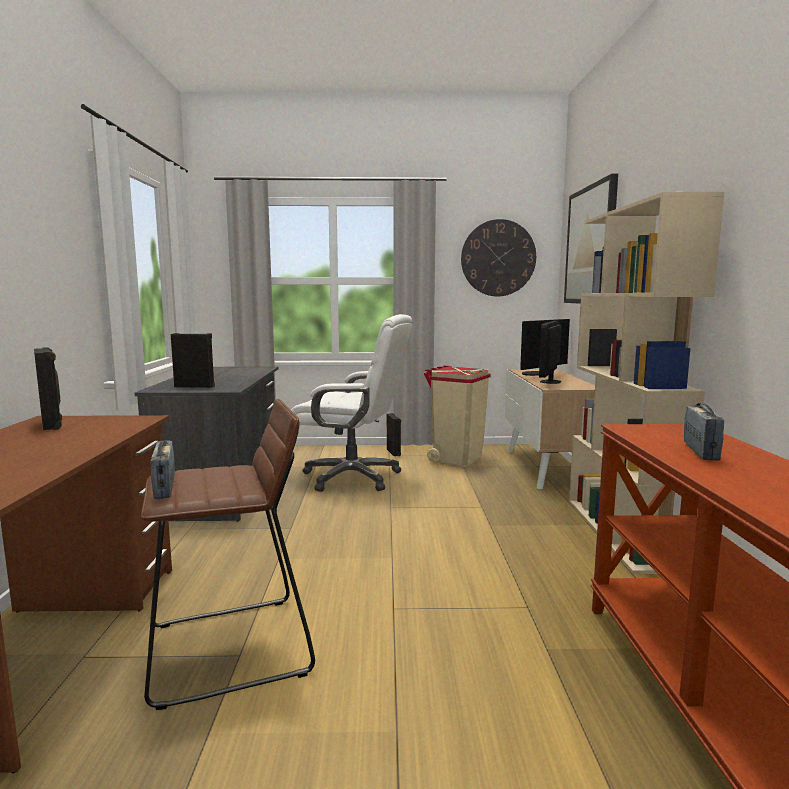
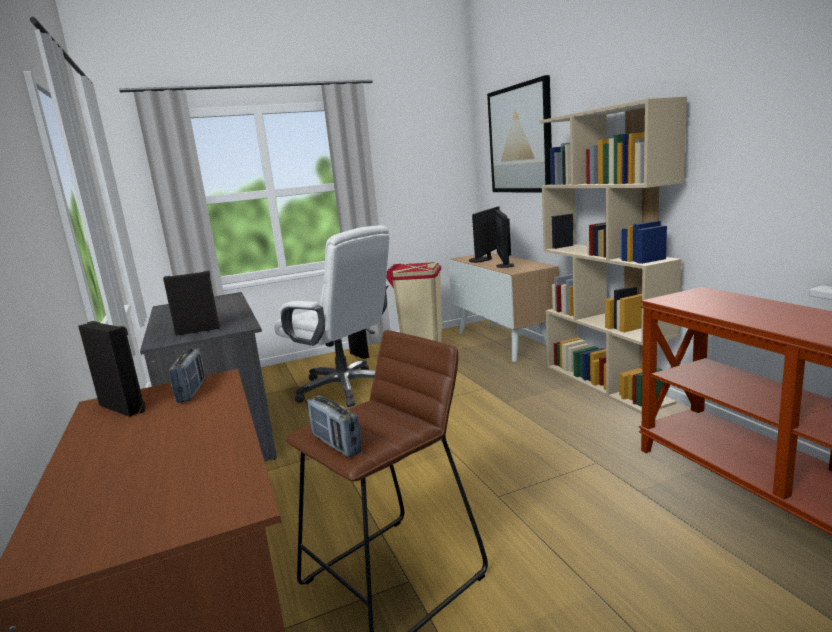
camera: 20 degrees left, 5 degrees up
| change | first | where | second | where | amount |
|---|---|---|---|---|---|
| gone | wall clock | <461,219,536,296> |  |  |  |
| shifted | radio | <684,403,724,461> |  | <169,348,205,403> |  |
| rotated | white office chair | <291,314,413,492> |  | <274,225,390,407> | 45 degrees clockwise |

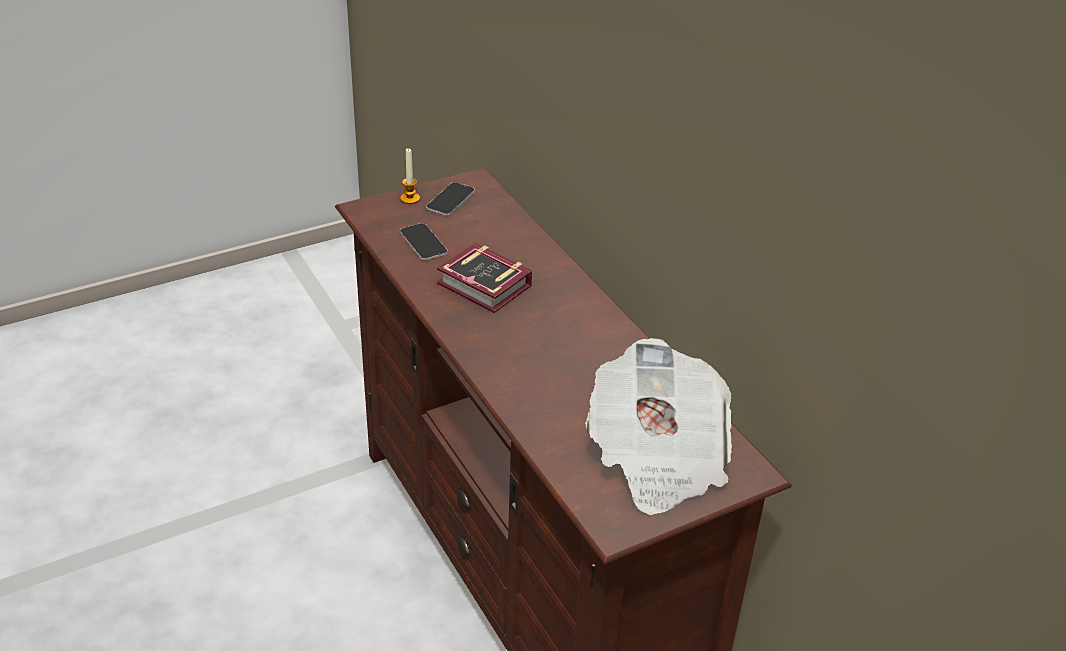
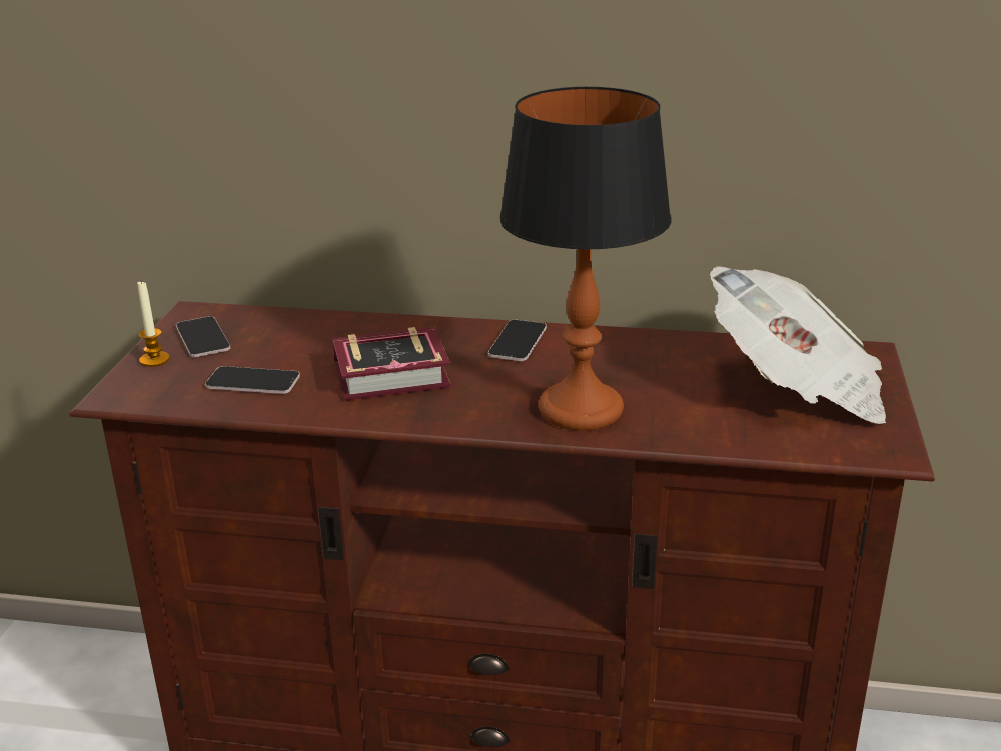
camera: 50 degrees left, 10 degrees down
| change | first | where | second | where | amount |
|---|---|---|---|---|---|
| new |  |  | phone | <488,320,547,361> |  |
| new |  |  | table lamp | <500,87,671,431> |  |

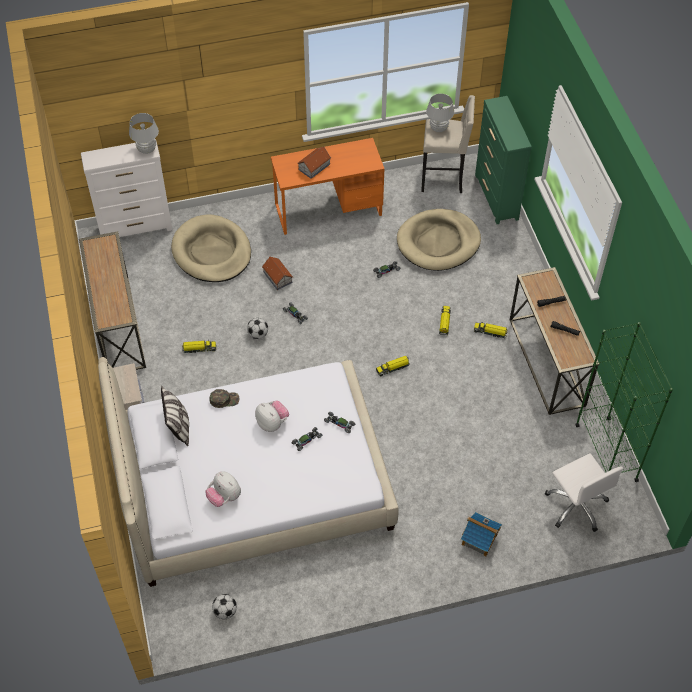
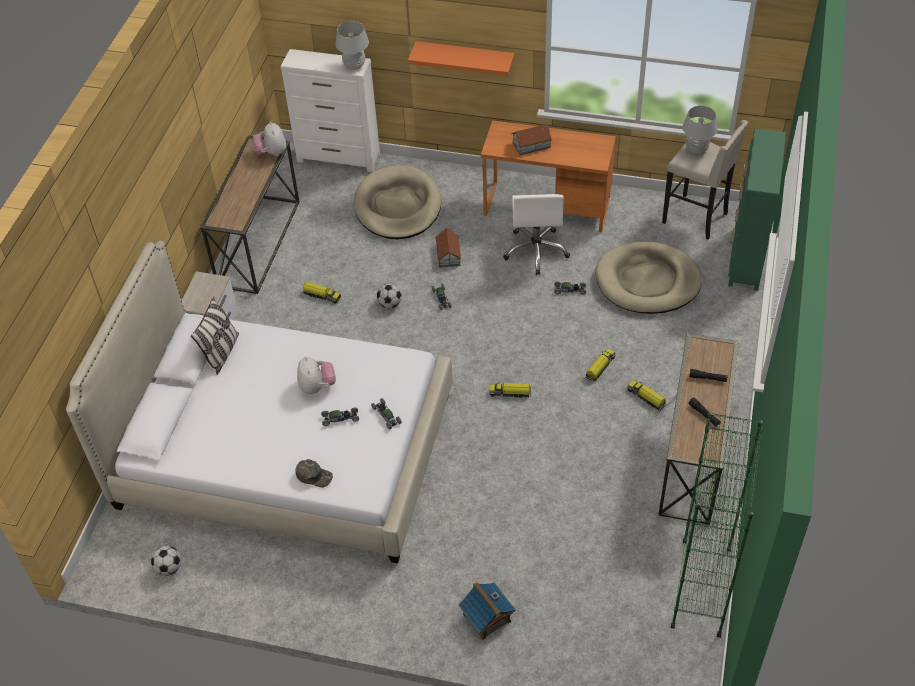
camera: 30 degrees right, 5 degrees down
| change | first | where | second | where | amount |
|---|---|---|---|---|---|
| new |  |  | orange shelf | <408,41,514,76> |  |
| shifted | plush toy | <205,471,241,507> |  | <252,122,286,156> |  |
| shifted | green cap | <209,389,239,408> |  | <296,459,333,488> |  |
| shifted | white office chair | <545,453,623,532> |  | <503,194,570,275> |  |

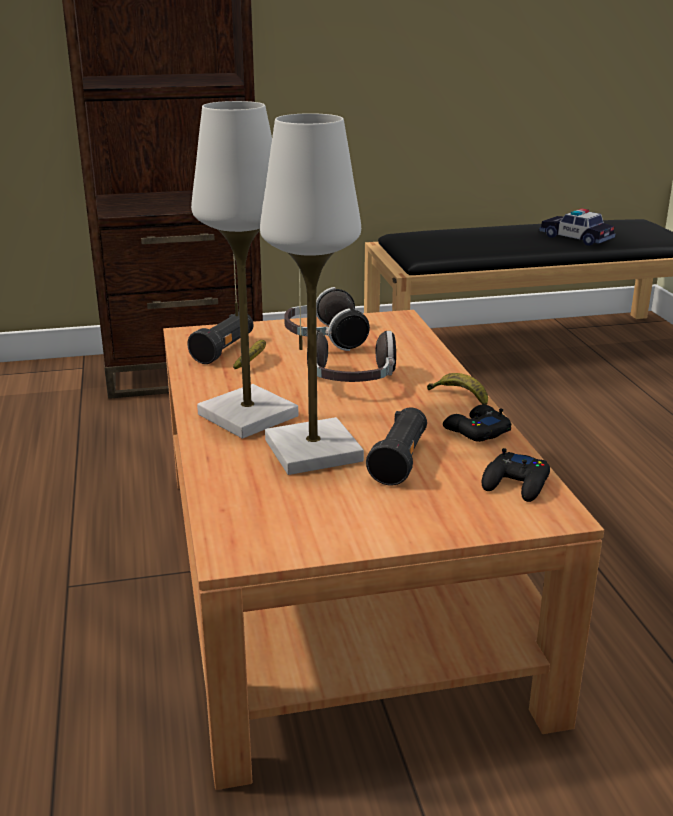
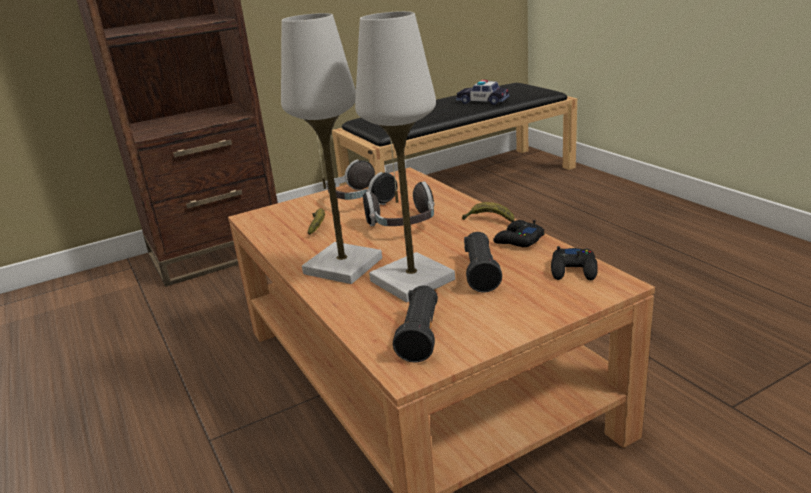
camera: 15 degrees left, 0 degrees up
| change | first | where | second | where | amount |
|---|---|---|---|---|---|
| shifted | black flashlight | <187,312,254,364> |  | <393,286,438,363> |  |

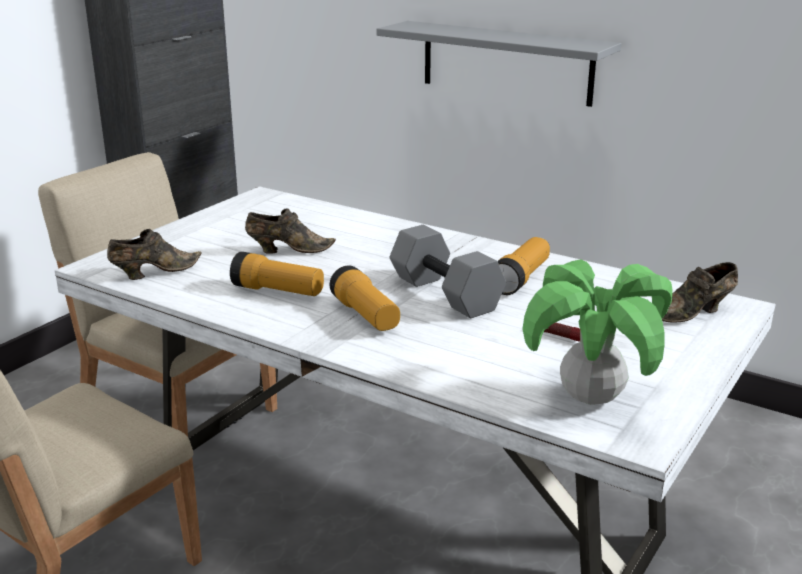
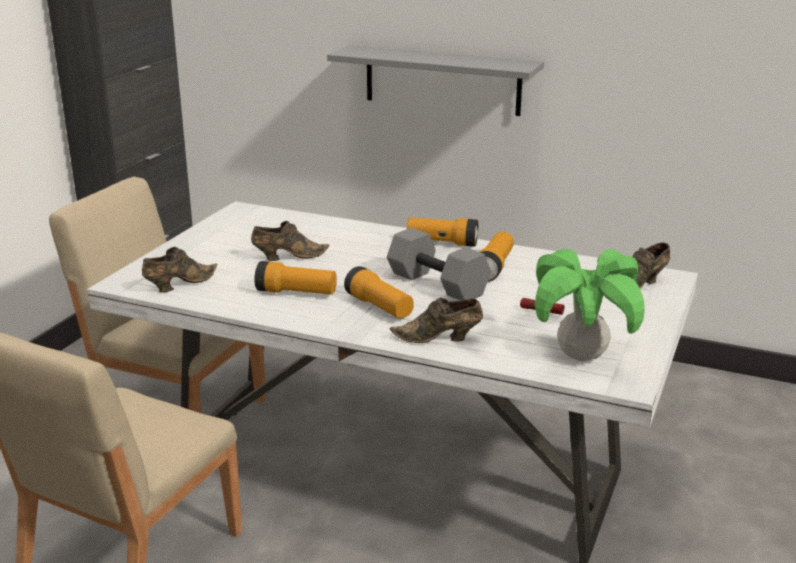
camera: 10 degrees left, 0 degrees up
| change | first | where | second | where | amount |
|---|---|---|---|---|---|
| new |  |  | brown shoe | <390,297,483,343> |  |
| new |  |  | flashlight | <407,218,478,247> |  |

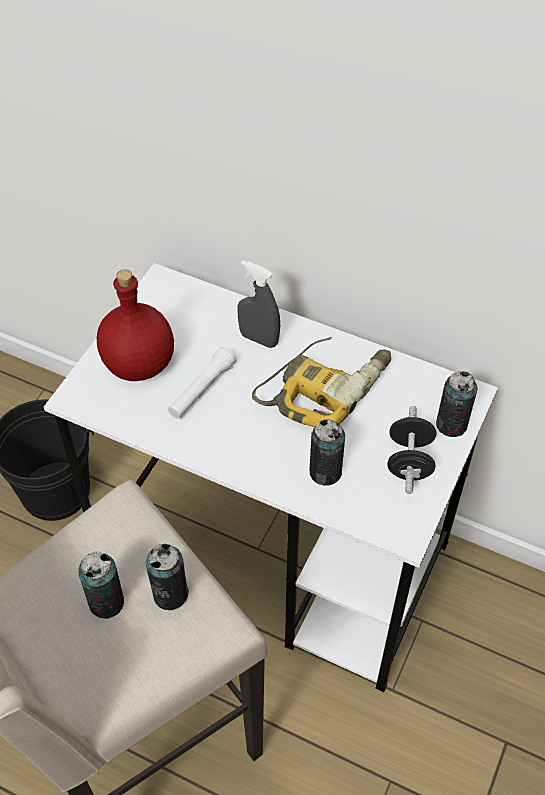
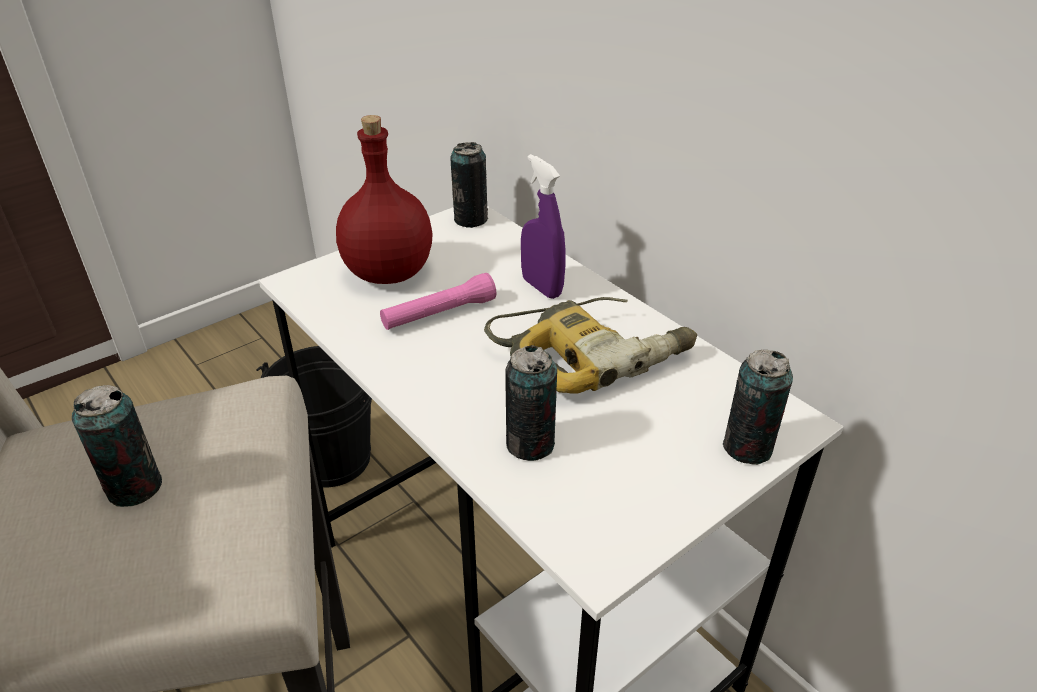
camera: 25 degrees right, 15 degrees down
| change | first | where | second | where | amount |
|---|---|---|---|---|---|
| gone | black dumbbell | <387,406,436,494> |  |  |  |
| shifted | can | <146,544,189,610> |  | <450,142,488,228> |  |
| repainted | white flashlight | <168,347,236,419> | pink flashlight | <380,273,496,330> |  |
| repainted | grey spray bottle | <237,260,280,348> | purple spray bottle | <521,154,566,299> |  |

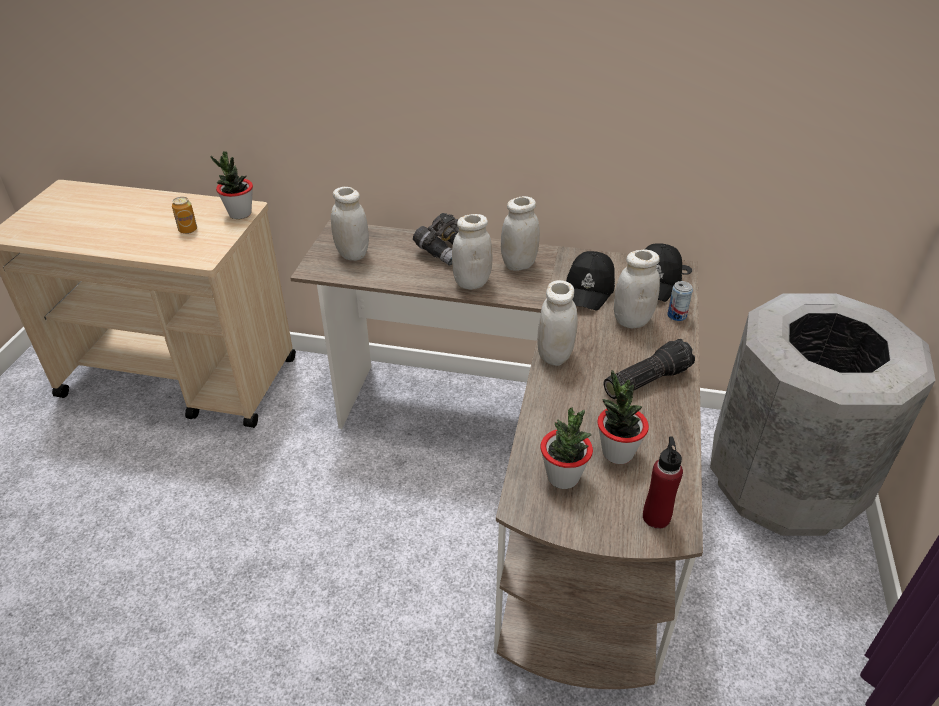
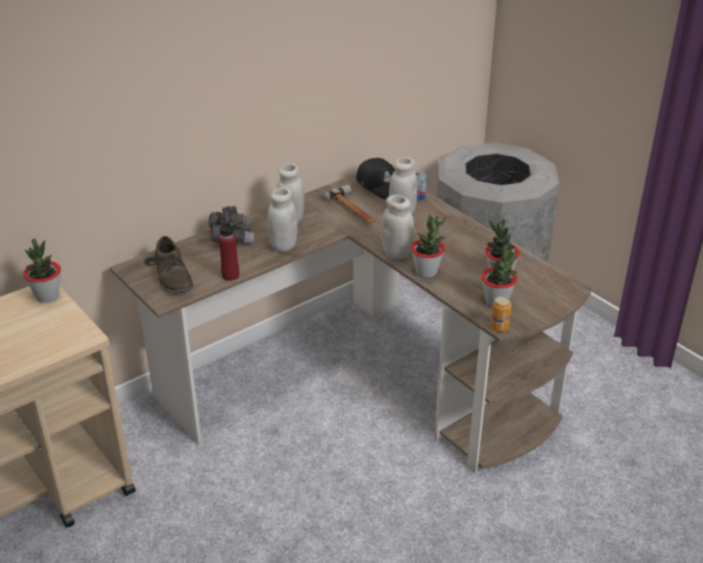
camera: 50 degrees left, 5 degrees down
| change | first | where | second | where | amount |
|---|---|---|---|---|---|
| gone | flashlight | <604,339,695,399> |  |  |  |
| new |  |  | potted plant | <411,214,446,278> |  |
| shifted | can | <172,197,197,234> |  | <490,296,512,332> |  |
| shifted | red bottle | <643,436,683,529> |  | <218,217,239,281> |  |
| swapped | white jar | <331,187,369,261> | brown shoe | <155,236,194,293> |  |
| swapped | black cap | <566,251,615,311> | hammer | <323,185,375,224> |  |

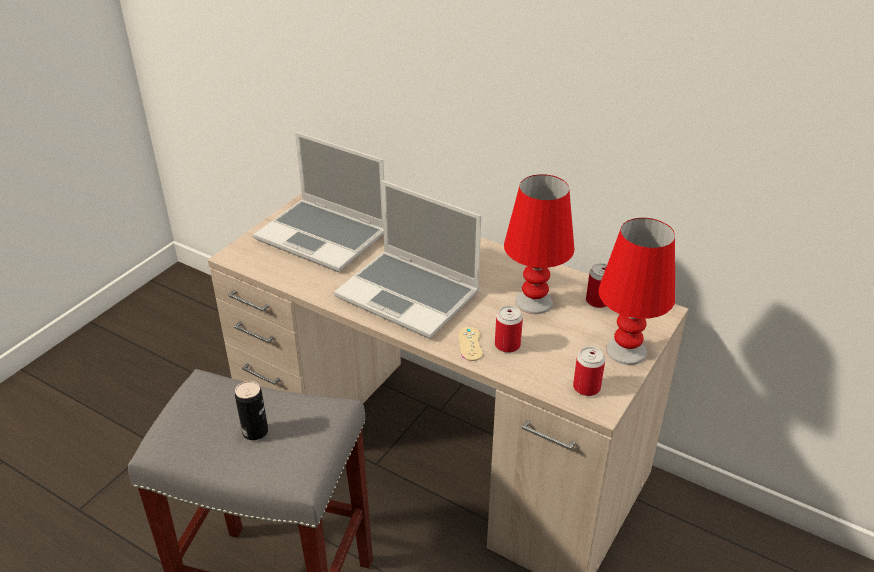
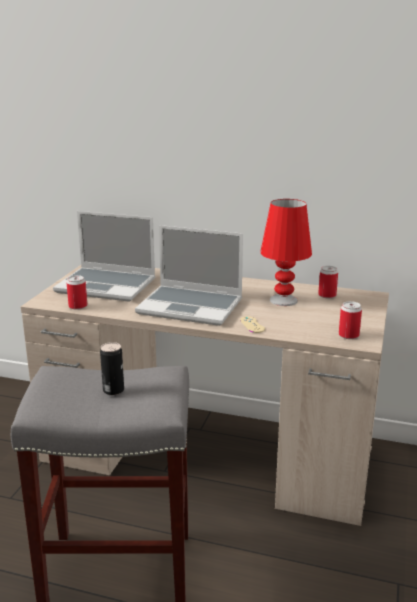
camera: 15 degrees left, 15 degrees down
| change | first | where | second | where | amount |
|---|---|---|---|---|---|
| gone | red table lamp | <598,218,675,365> |  |  |  |
| shifted | can | <495,305,523,353> |  | <66,275,87,310> |  |

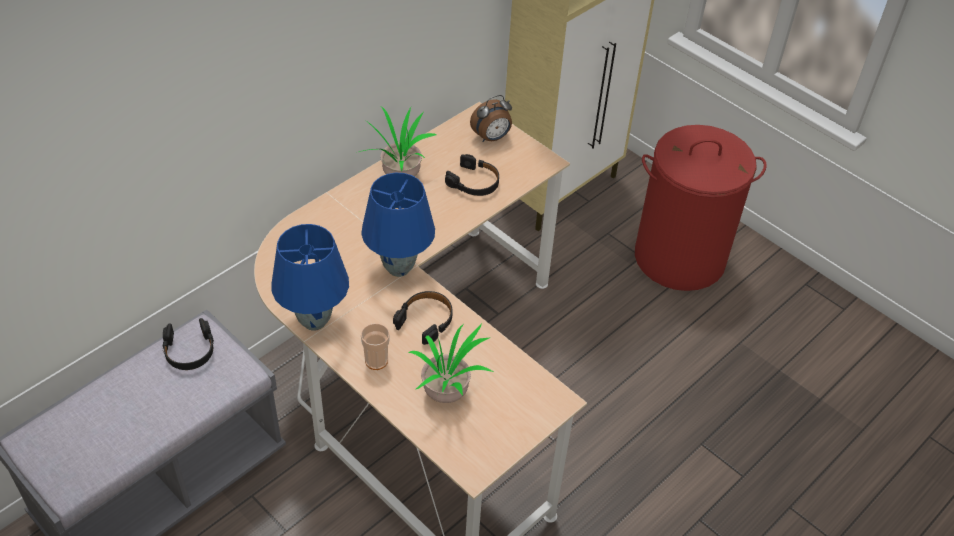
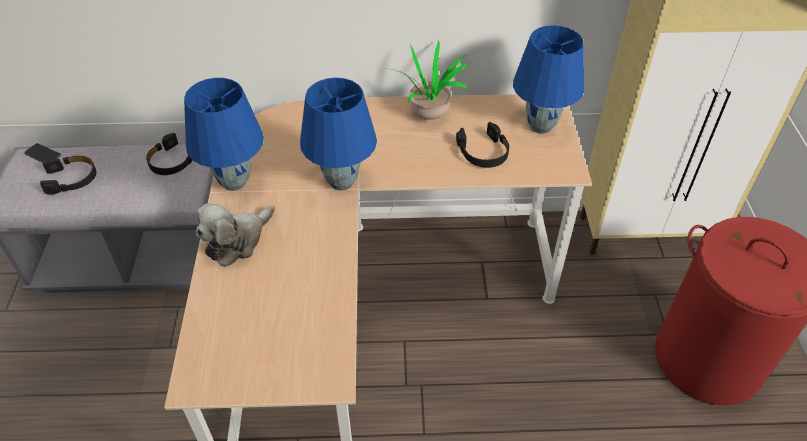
camera: 45 degrees right, 0 degrees up
| change | first | where | second | where | amount |
|---|---|---|---|---|---|
| gone | potted plant | <408,324,494,403> |  |  |  |
| new |  |  | phone | <24,143,61,163> |  |
| shifted | black headphones | <393,291,453,345> |  | <40,156,96,195> |  |
| swapped | cup | <361,323,390,370> | plush toy | <196,203,275,267> |  |
| swapped | alarm clock | <470,95,512,142> | blue table lamp | <513,25,584,134> |  |

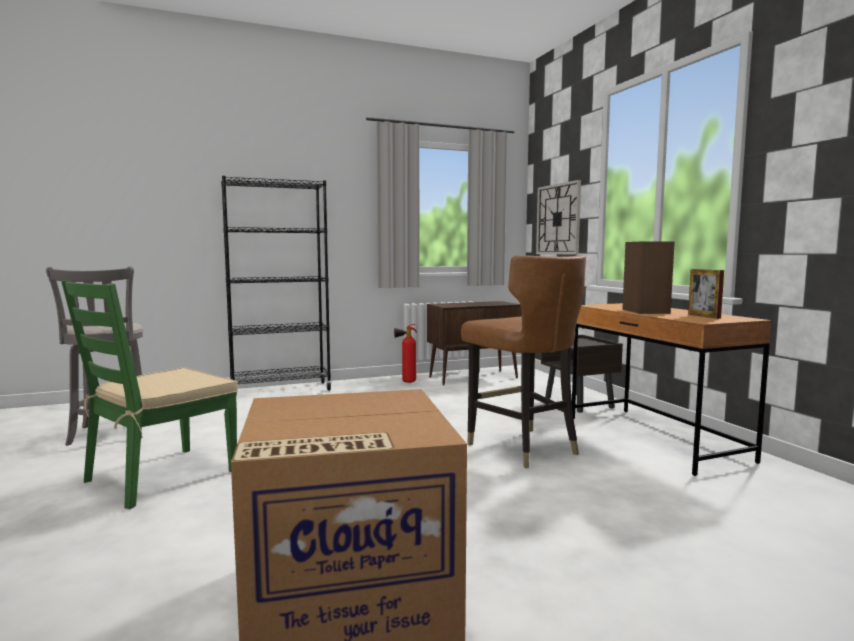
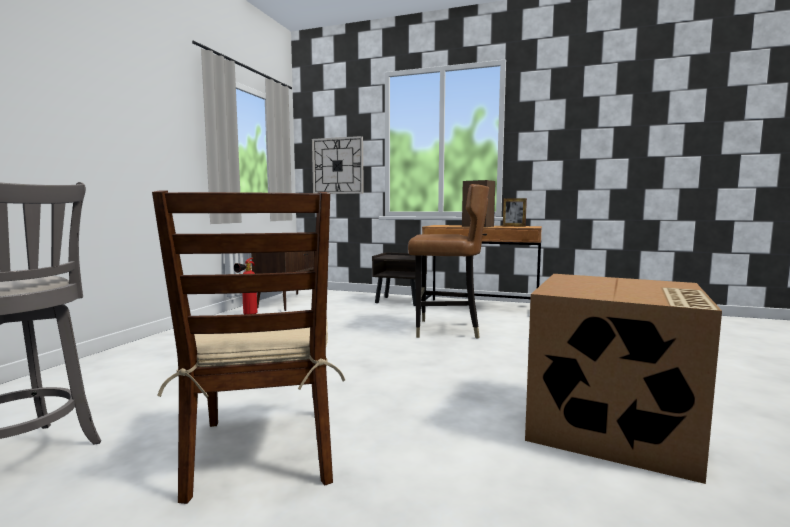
camera: 50 degrees left, 0 degrees up
| change | first | where | second | where | amount |
|---|---|---|---|---|---|
| gone | black bookcase | <221,176,332,391> |  |  |  |
| repainted | green chair | <61,280,238,509> | brown chair | <152,191,345,504> |  |

